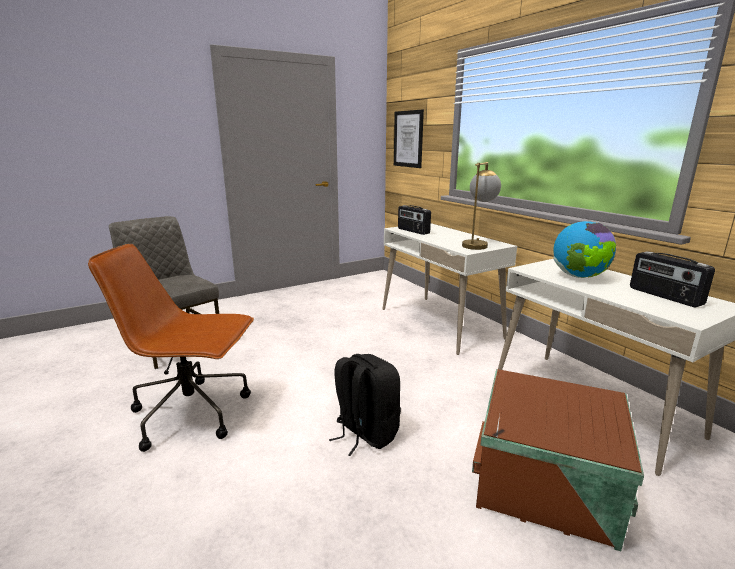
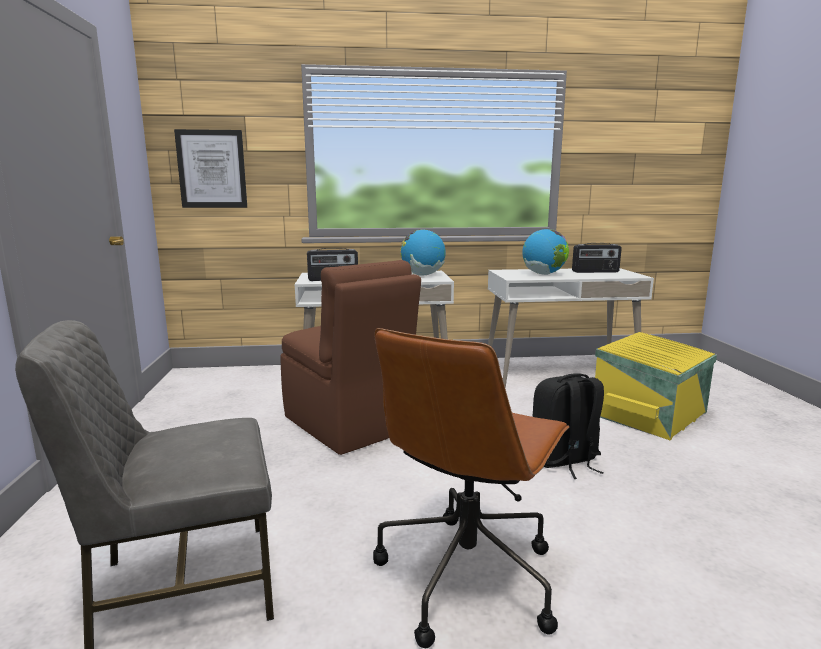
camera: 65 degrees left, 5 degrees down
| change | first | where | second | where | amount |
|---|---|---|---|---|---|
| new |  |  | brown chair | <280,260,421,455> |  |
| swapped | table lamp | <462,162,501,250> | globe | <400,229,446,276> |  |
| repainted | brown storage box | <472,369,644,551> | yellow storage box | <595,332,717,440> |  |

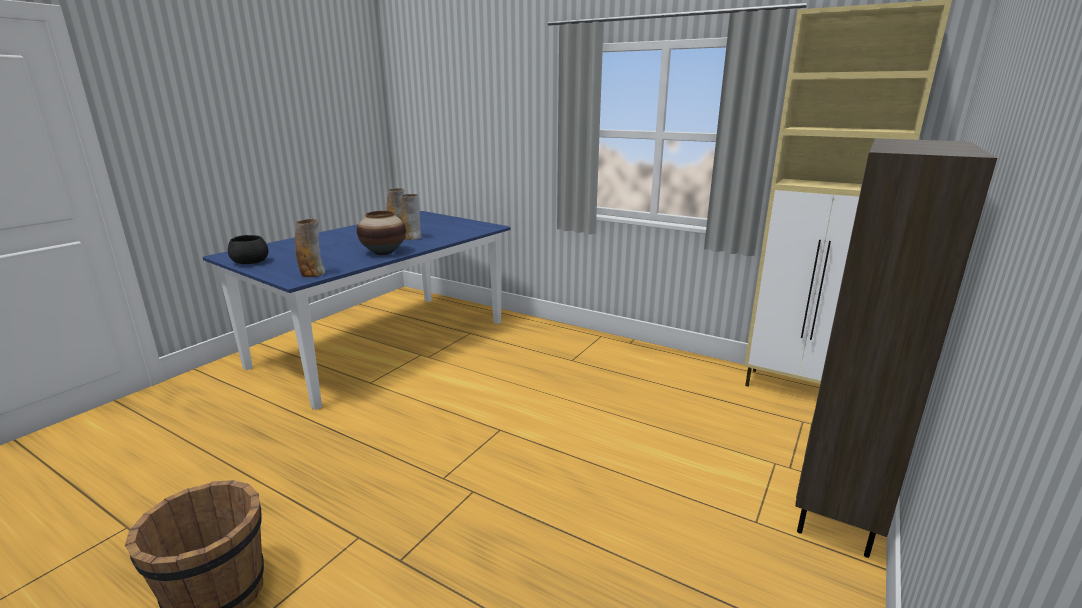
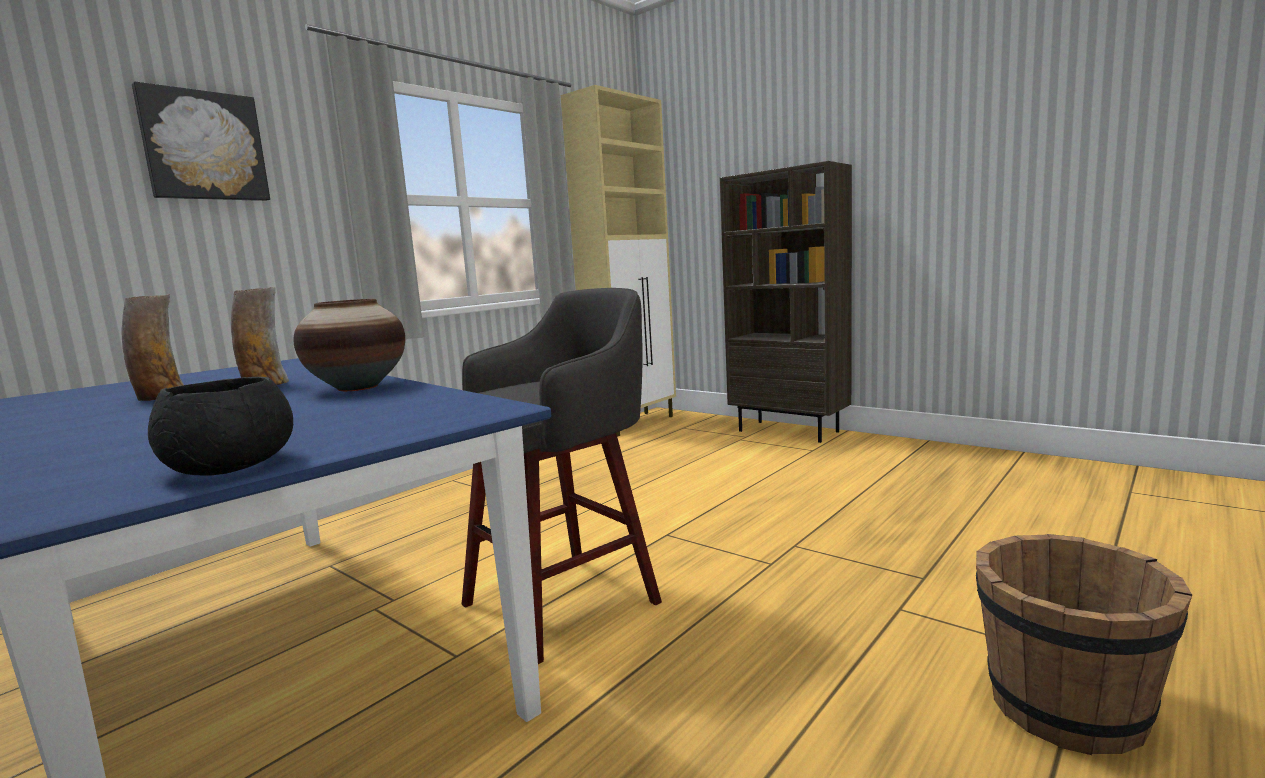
camera: 80 degrees left, 10 degrees down
| change | first | where | second | where | amount |
|---|---|---|---|---|---|
| gone | vase | <295,219,326,277> |  |  |  |
| new |  |  | picture | <132,81,270,201> |  |
| new |  |  | grey stool | <462,288,662,664> |  |

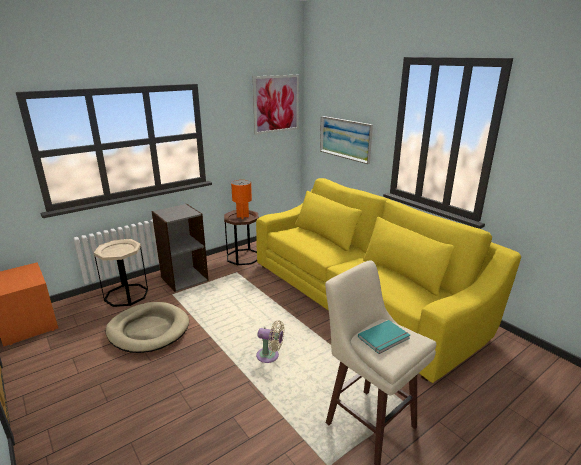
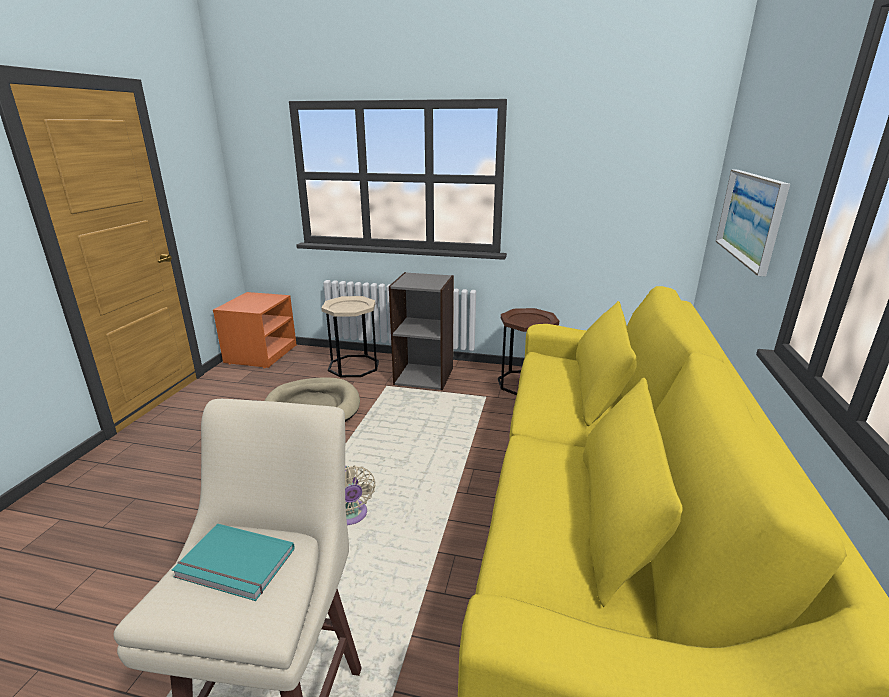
camera: 50 degrees right, 0 degrees up
| change | first | where | second | where | amount |
|---|---|---|---|---|---|
| gone | orange table lamp | <231,180,252,219> |  |  |  |
| gone | picture | <253,75,299,135> |  |  |  |

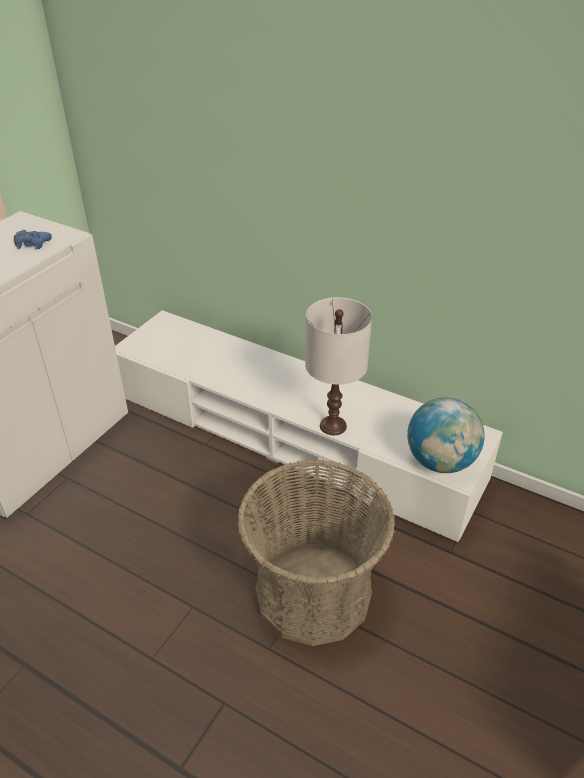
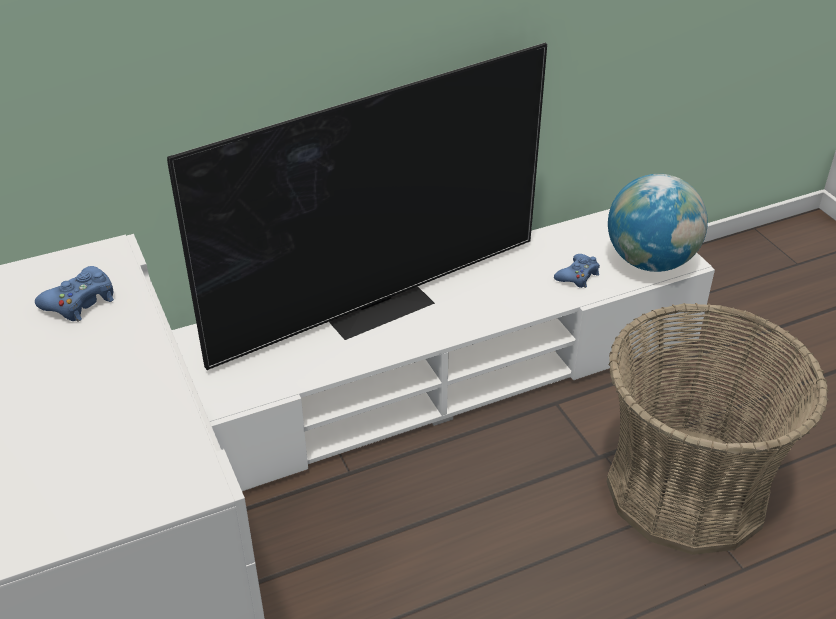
camera: 55 degrees left, 0 degrees up
| change | first | where | second | where | amount |
|---|---|---|---|---|---|
| gone | white table lamp | <305,297,372,435> |  |  |  |
| new |  |  | television | <167,43,547,370> |  |
| new |  |  | blue game controller | <554,254,600,288> |  |

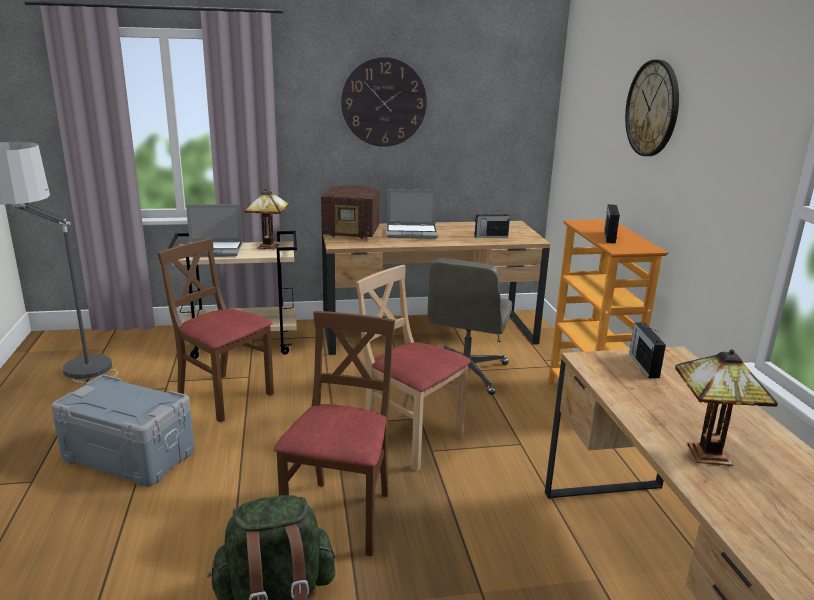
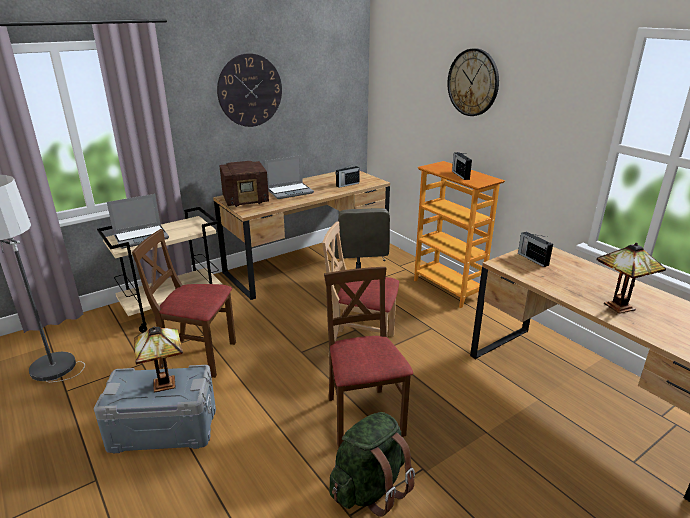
camera: 25 degrees left, 5 degrees up
| change | first | where | second | where | amount |
|---|---|---|---|---|---|
| shifted | table lamp | <244,189,289,249> |  | <134,326,183,393> |  |

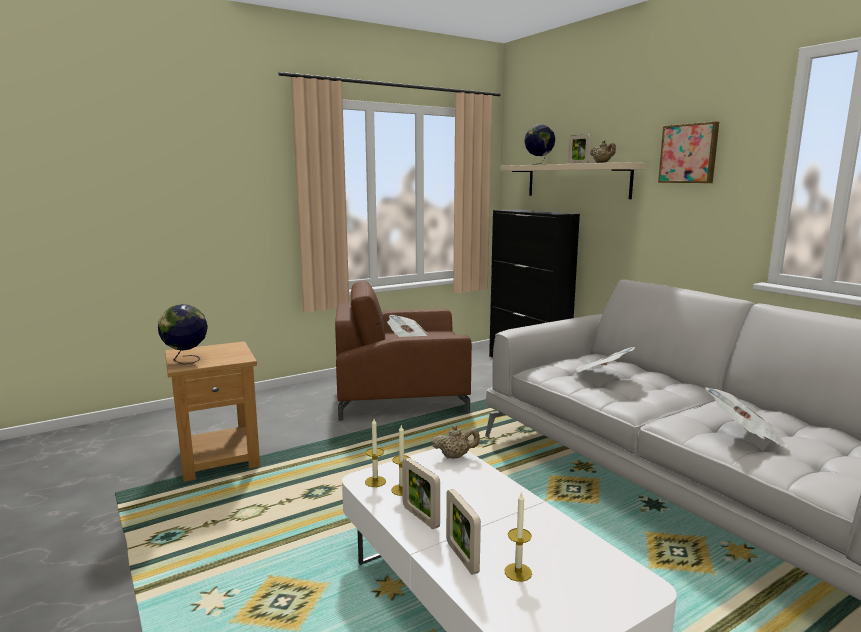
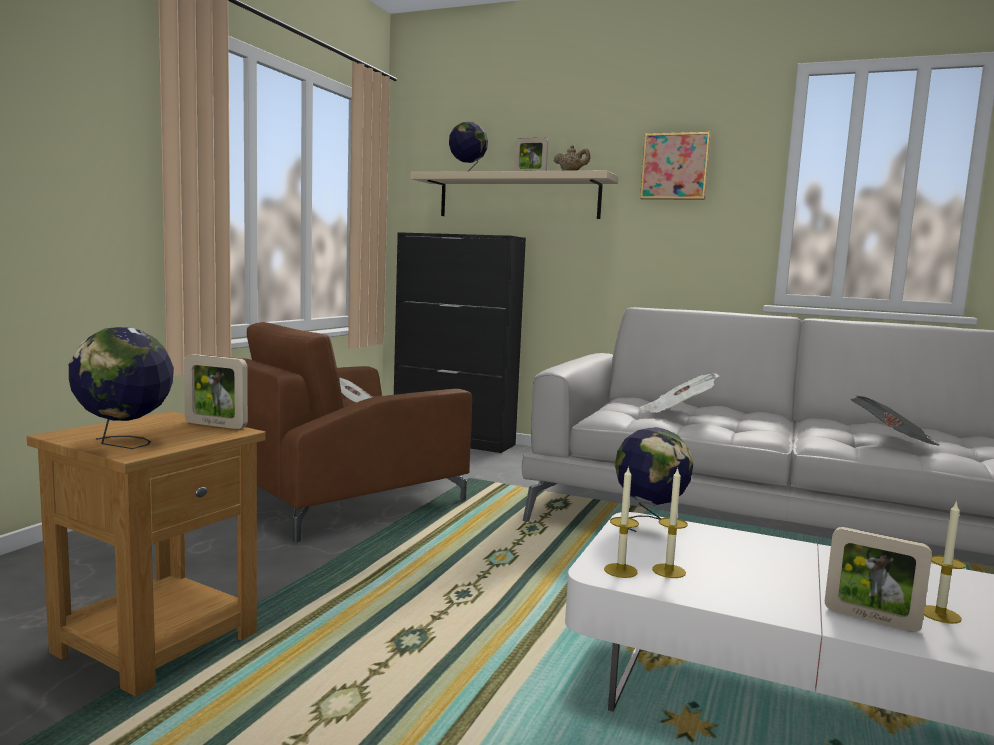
camera: 35 degrees left, 5 degrees down
| change | first | where | second | where | amount |
|---|---|---|---|---|---|
| shifted | picture frame | <402,458,440,529> |  | <184,354,248,429> |  |
| swapped | beige teapot | <432,425,480,459> | globe | <615,427,693,532> |  |

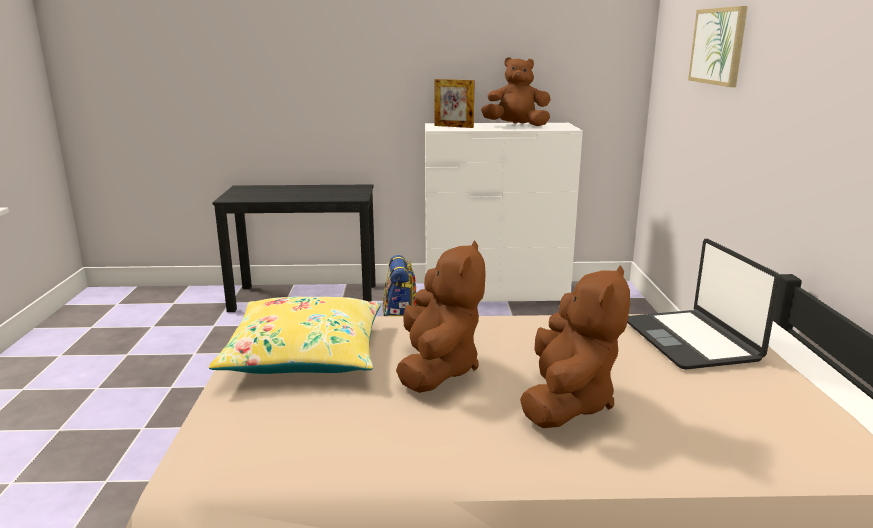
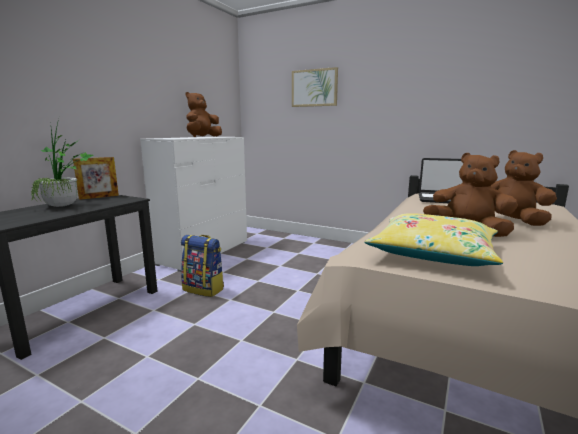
camera: 60 degrees left, 5 degrees down
| change | first | where | second | where | amount |
|---|---|---|---|---|---|
| new |  |  | potted plant | <31,119,93,207> |  |
| shifted | picture frame | <434,79,475,128> |  | <73,157,119,200> |  |

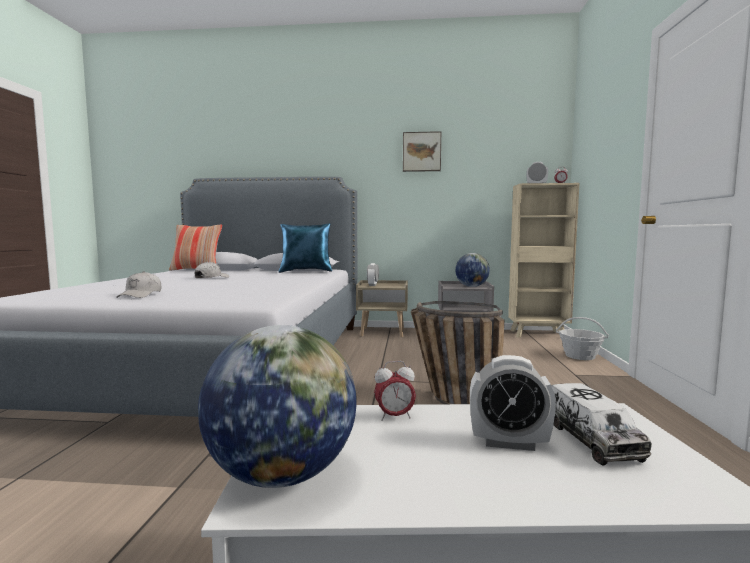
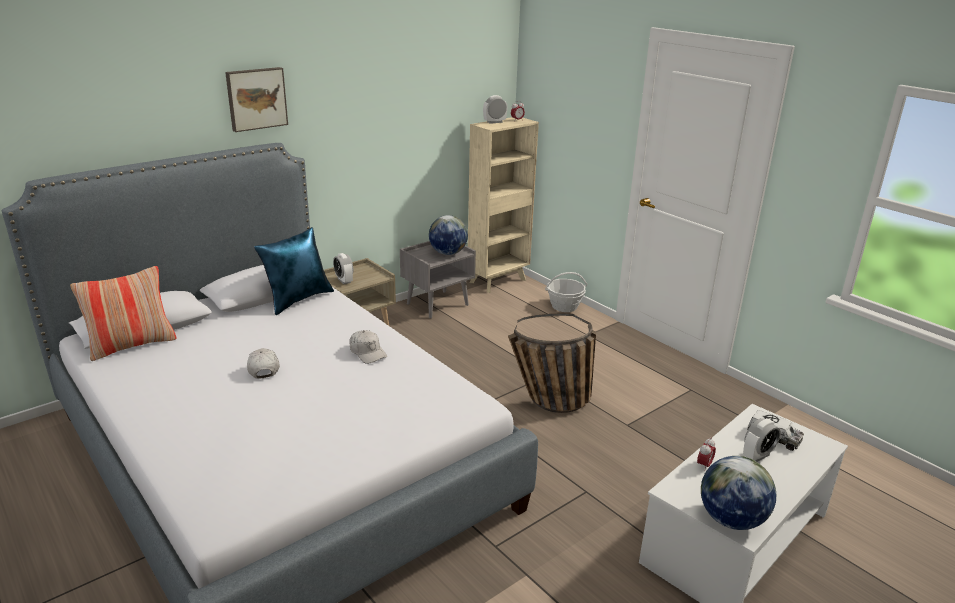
camera: 45 degrees left, 20 degrees up
| change | first | where | second | where | amount |
|---|---|---|---|---|---|
| shifted | white cap | <116,271,161,298> |  | <349,330,387,364> |  |
| shifted | picture | <403,131,441,172> |  | <225,67,288,132> |  |

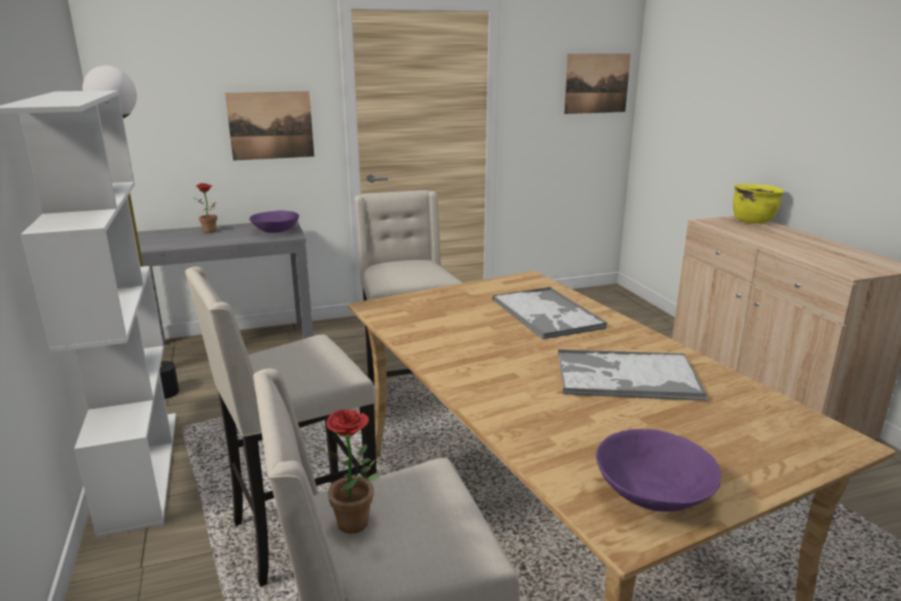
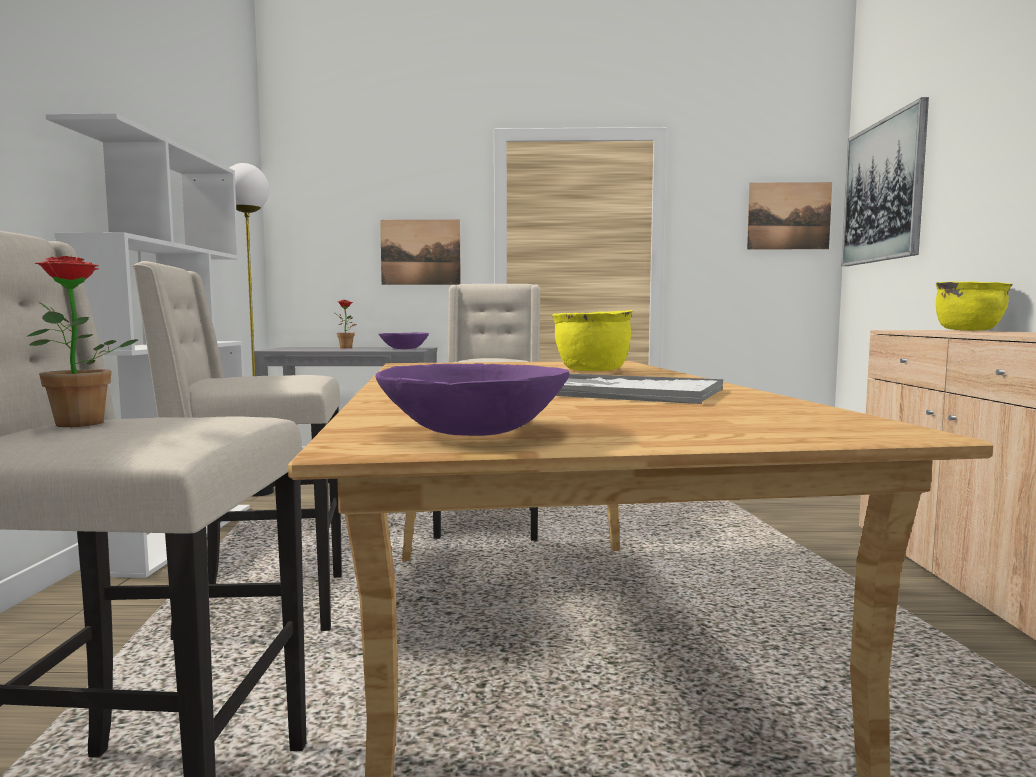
camera: 20 degrees right, 15 degrees down
| change | first | where | second | where | amount |
|---|---|---|---|---|---|
| new |  |  | picture | <841,97,929,266> |  |
| swapped | tray | <492,287,608,339> | yellow cooking pot | <552,310,633,371> |  |

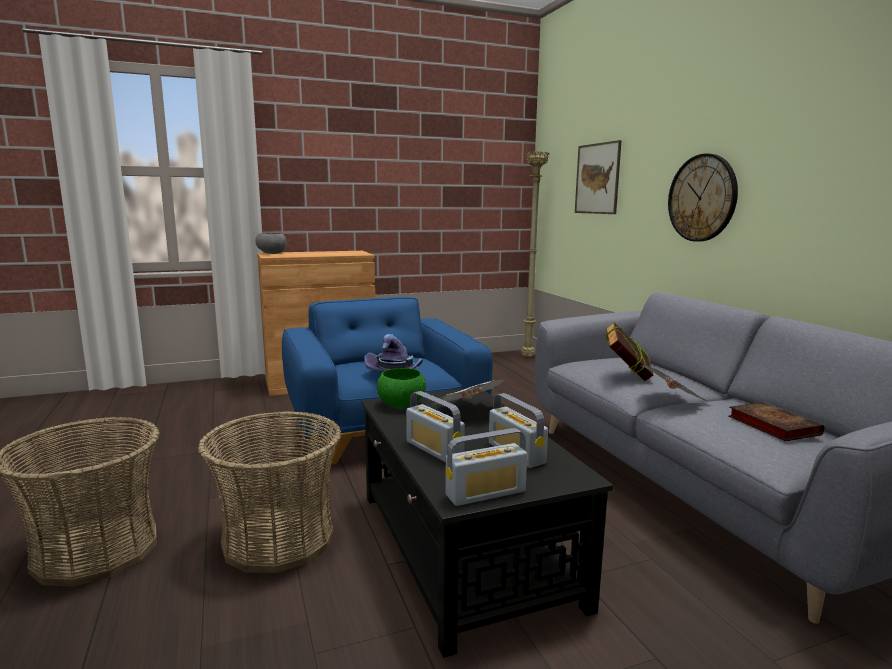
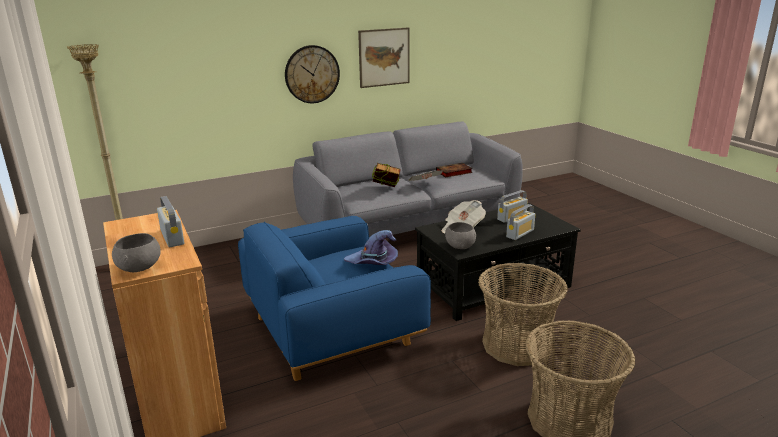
camera: 95 degrees left, 10 degrees up
| change | first | where | second | where | amount |
|---|---|---|---|---|---|
| shifted | radio | <445,428,527,506> |  | <157,196,184,247> |  |
| shifted | picture | <575,140,622,214> |  | <358,27,410,88> |  |
| repainted | green bowl | <377,368,426,408> | grey bowl | <445,222,476,249> |  |

